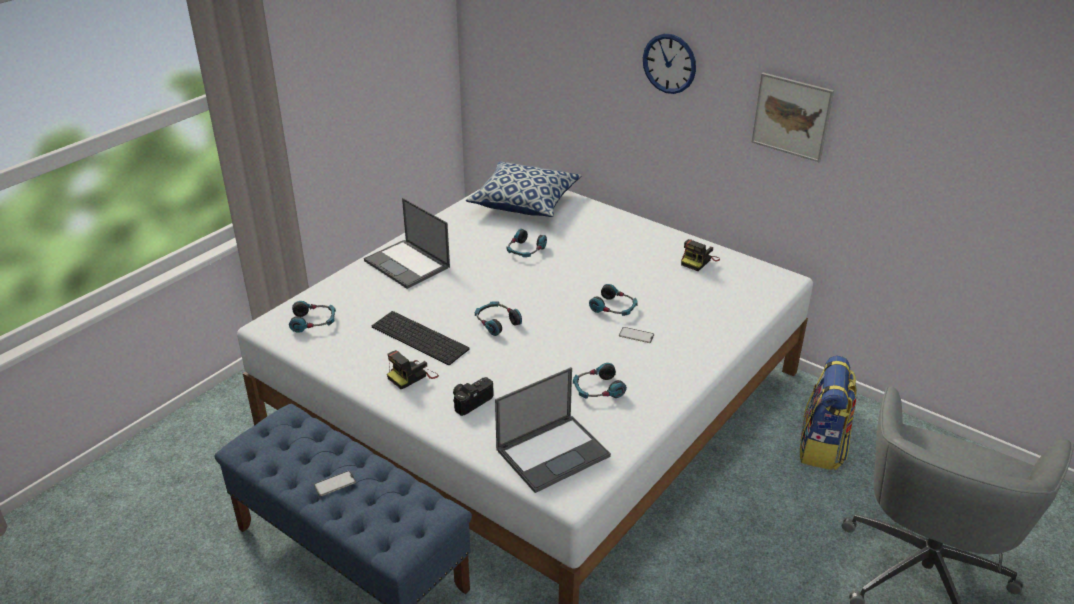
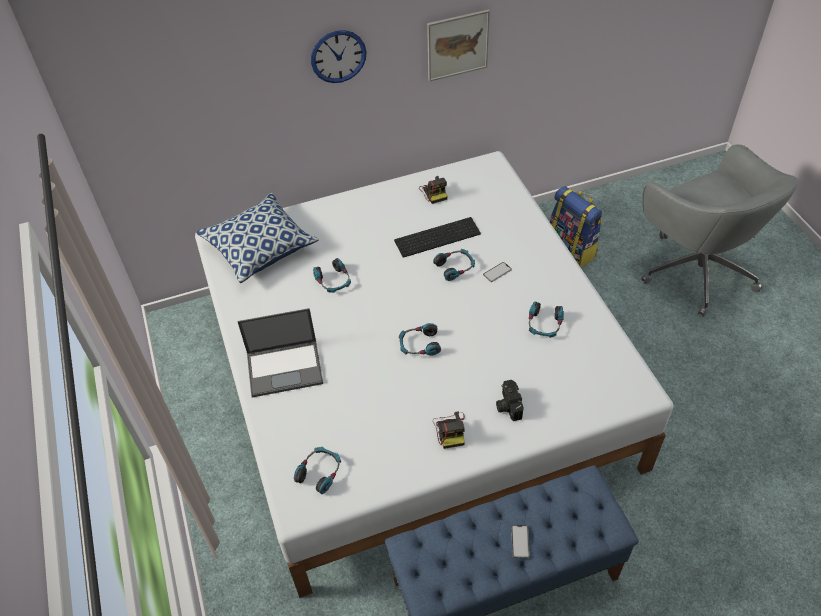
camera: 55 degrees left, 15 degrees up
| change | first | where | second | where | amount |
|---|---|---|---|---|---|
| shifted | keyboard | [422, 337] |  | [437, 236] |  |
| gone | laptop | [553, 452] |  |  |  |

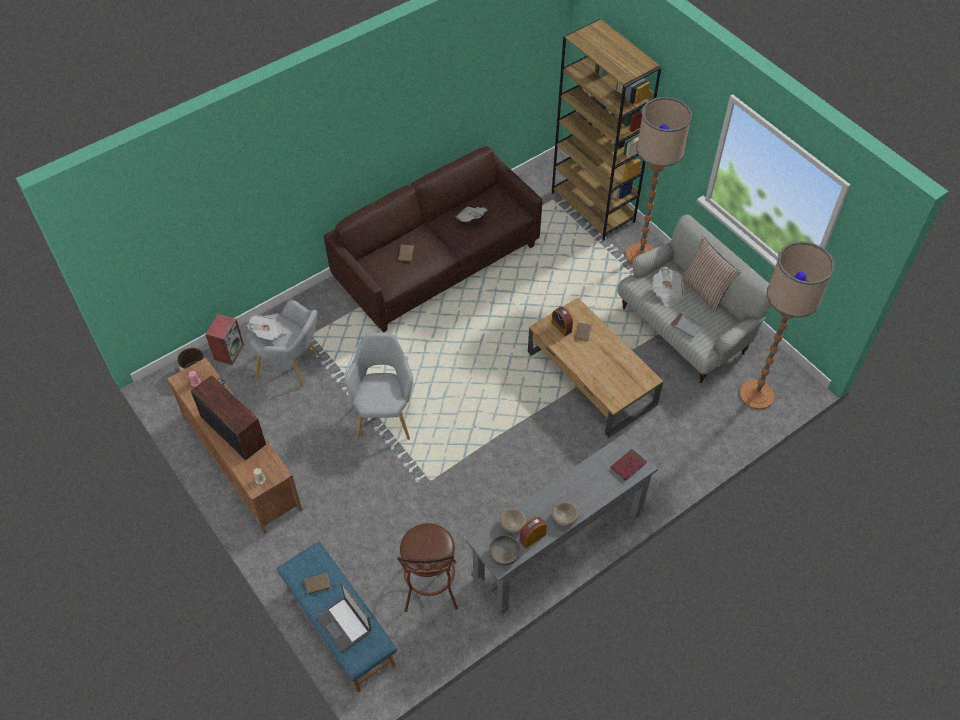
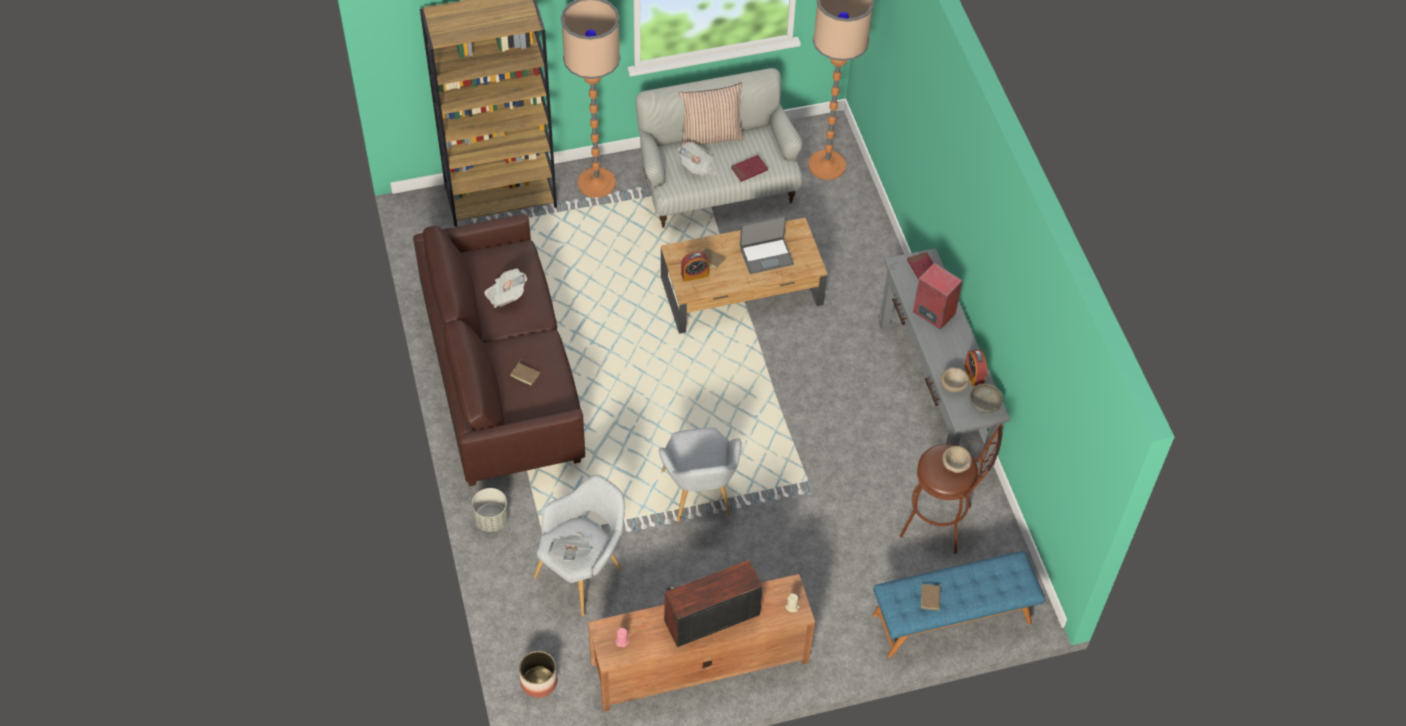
camera: 70 degrees left, 0 degrees up
| change | first | where | second | where | amount |
|---|---|---|---|---|---|
| repainted | grey book | [686, 326] | red book | [749, 169] |  |
| shifted | speaker | [229, 351] |  | [933, 312] |  |
| rotated | grey armchair | [384, 414] |  | [699, 497] | 120 degrees counterclockwise |
| shifted | beige bowl | [564, 517] |  | [955, 465] |  |
| shifted | laptop | [344, 624] |  | [766, 255] |  |
| new |  |  | grey planter | [491, 519] |  |

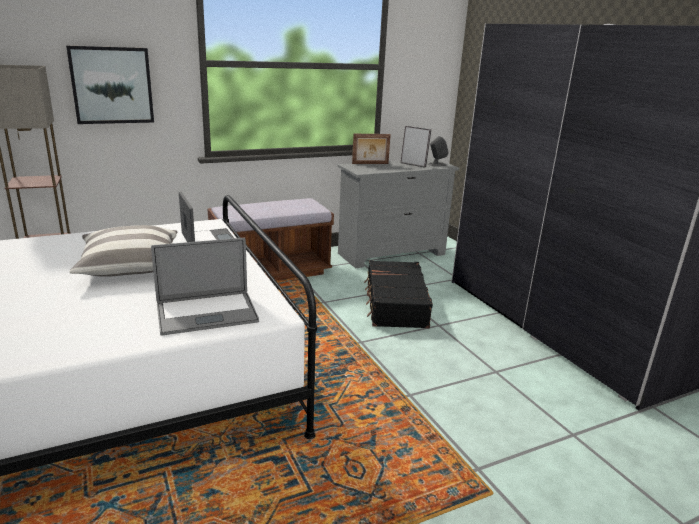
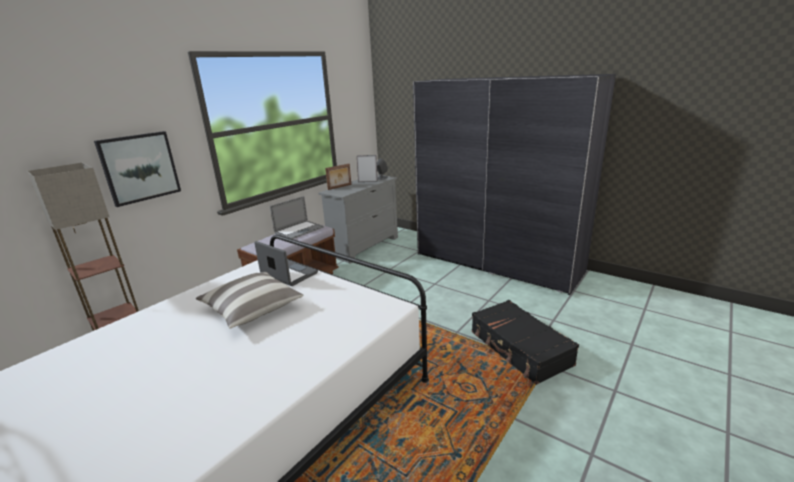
camera: 25 degrees left, 0 degrees up
| change | first | where | second | where | amount |
|---|---|---|---|---|---|
| shifted | laptop | [207, 313] |  | [299, 230] |  |
| shifted | black suitcase | [395, 304] |  | [519, 348] |  |

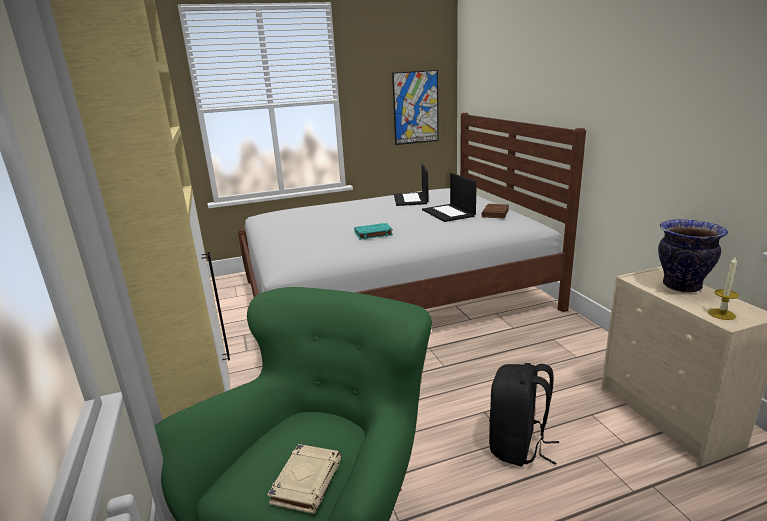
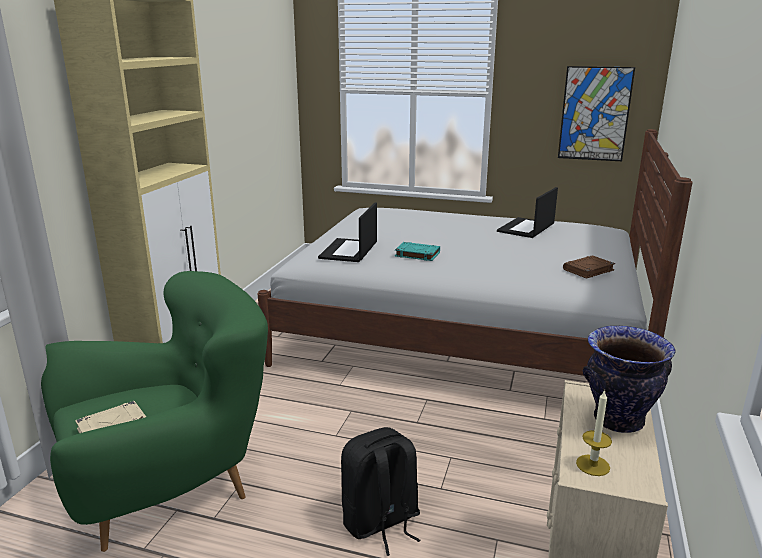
camera: 35 degrees right, 0 degrees up
| change | first | where | second | where | amount |
|---|---|---|---|---|---|
| shifted | laptop | [449, 213] |  | [349, 251] |  |

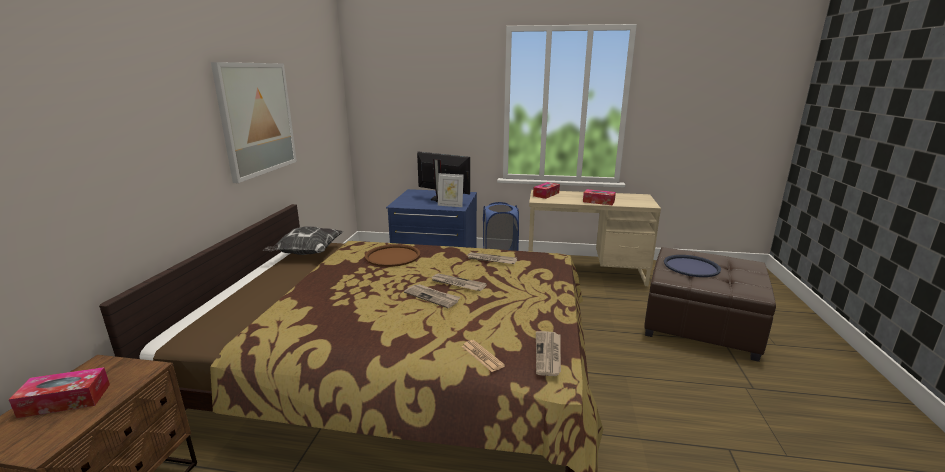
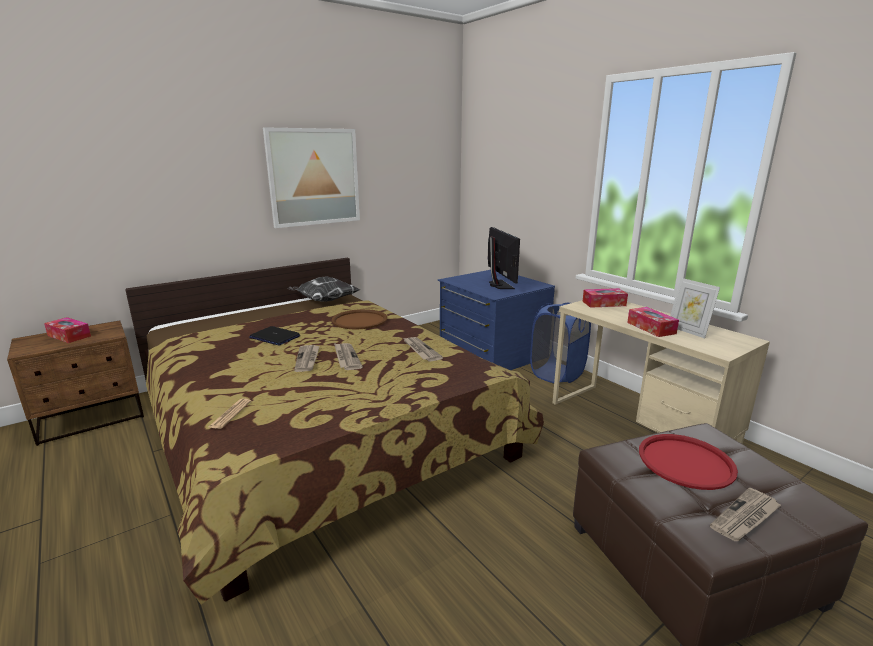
camera: 45 degrees right, 0 degrees up
| change | first | where | second | where | amount |
|---|---|---|---|---|---|
| shifted | picture frame | [450, 205] |  | [688, 331] |  |
| repainted | blue tray | [691, 267] | red tray | [685, 462] |  |
| shifted | newspaper | [548, 354] |  | [745, 517] |  |
| new |  |  | laptop | [274, 337] |  |

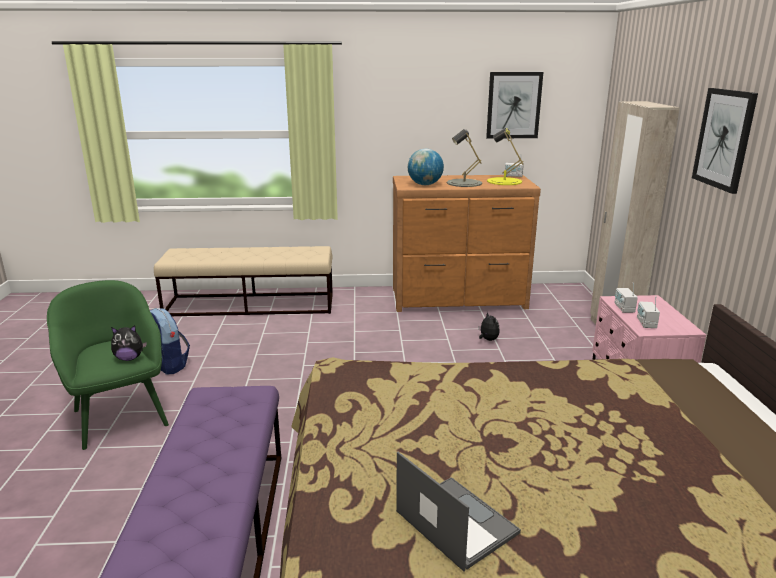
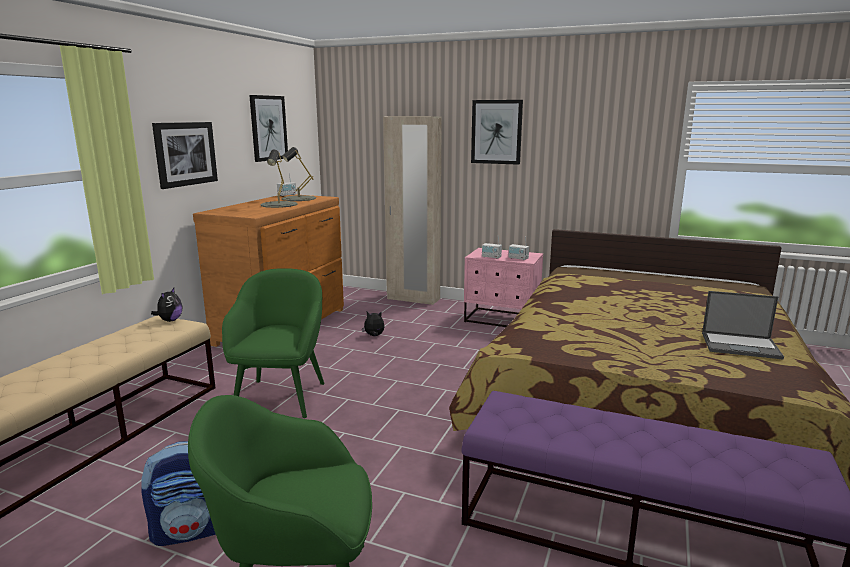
camera: 65 degrees left, 5 degrees down
| change | first | where | second | where | amount |
|---|---|---|---|---|---|
| repainted | yellow table lamp | [504, 181] | grey table lamp | [299, 198] |  |
| gone | globe | [425, 185] |  |  |  |
| shifted | plush toy | [129, 358] |  | [170, 320] |  |
| rotated | laptop | [455, 521] |  | [741, 345] | 150 degrees counterclockwise |
| new |  |  | picture | [185, 154] |  |
| new |  |  | green armchair | [281, 397] |  |

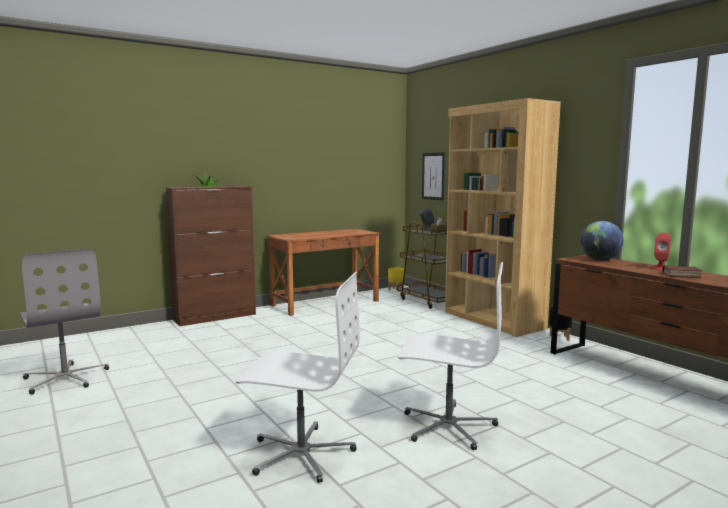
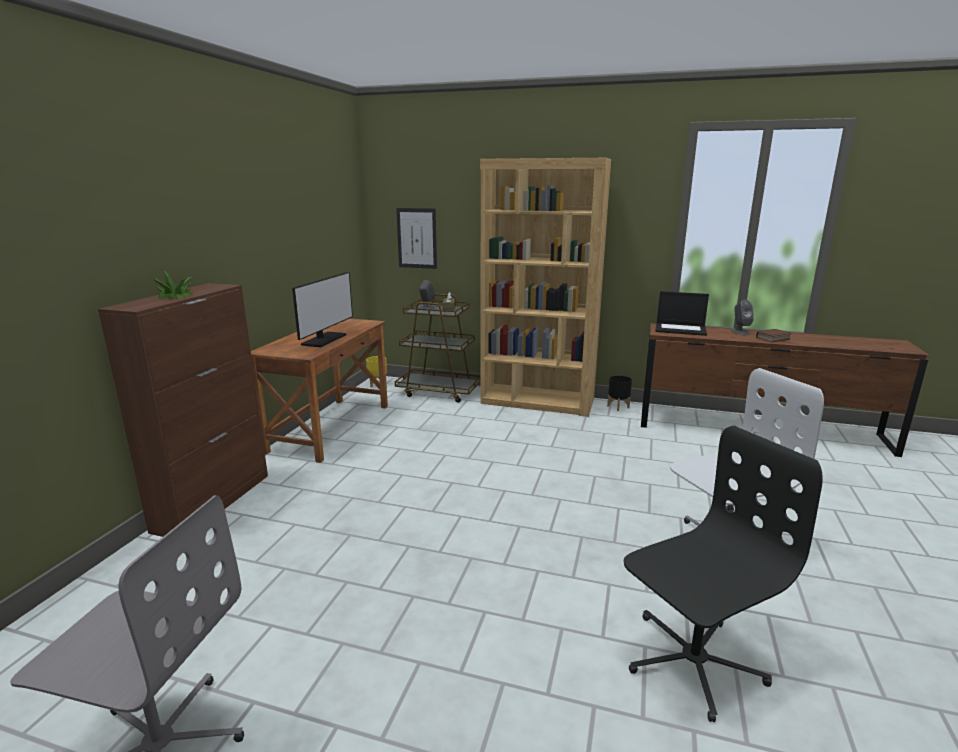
camera: 40 degrees left, 10 degrees up
| change | first | where | second | where | amount |
|---|---|---|---|---|---|
| swapped | globe | [600, 260] | laptop | [681, 329] |  |
| repainted | red speaker | [660, 268] | grey speaker | [740, 332] |  |
| repainted | white office chair | [301, 453] | black office chair | [692, 661] |  |
| new |  |  | monitor | [324, 340] |  |

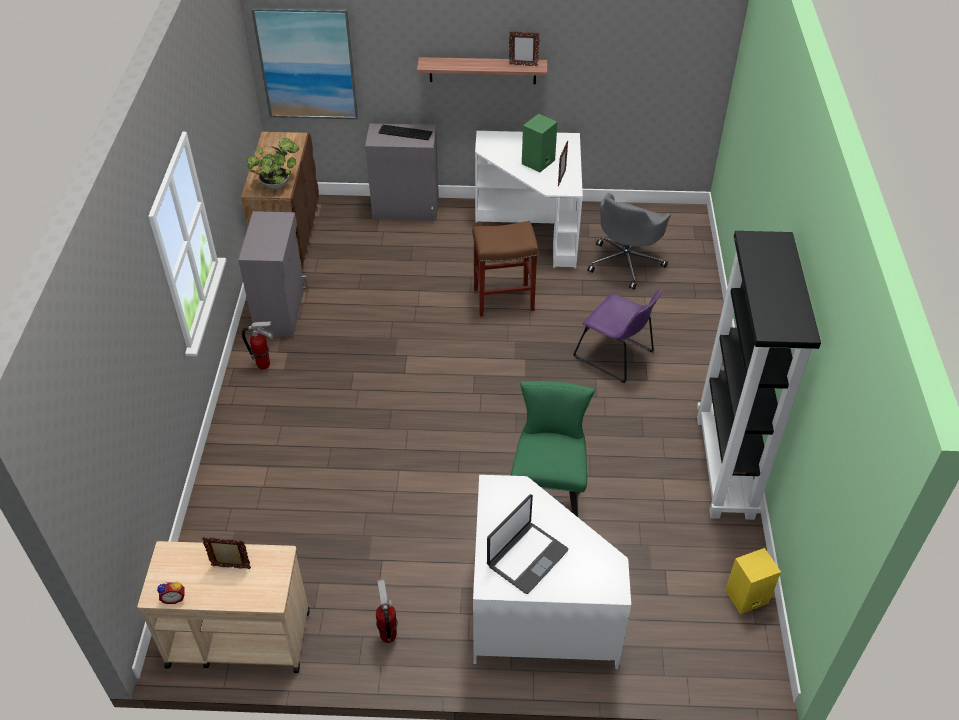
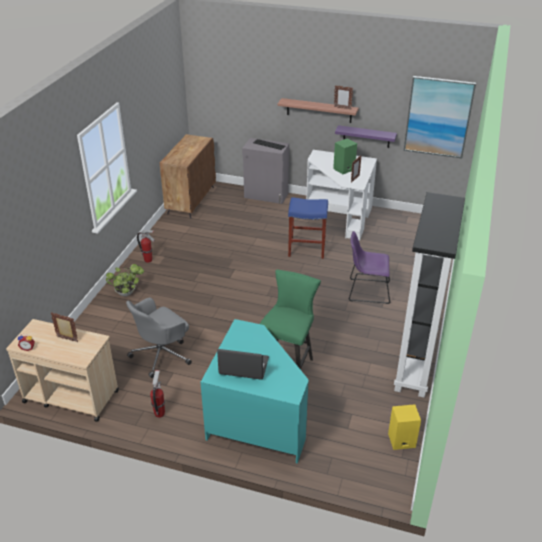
camera: 15 degrees right, 10 degrees down
| change | first | where | second | where | amount |
|---|---|---|---|---|---|
| shifted | picture | [307, 64] |  | [438, 117] |  |
| shifted | potted plant | [277, 184] |  | [127, 293] |  |
| shifted | grey office chair | [626, 262] |  | [162, 355] |  |
| gone | grey cabinet | [281, 310] |  |  |  |
| repainted | brown stool | [502, 300] | blue stool | [306, 250] |  |
| rotated | purple chair | [616, 356] |  | [366, 291] | 135 degrees clockwise |
| repainted | white desk | [535, 613] | turquoise desk | [256, 421] |  |
| rotated | laptop | [526, 557] |  | [243, 367] | 135 degrees counterclockwise |
| new |  |  | purple shelf | [366, 136] |  |

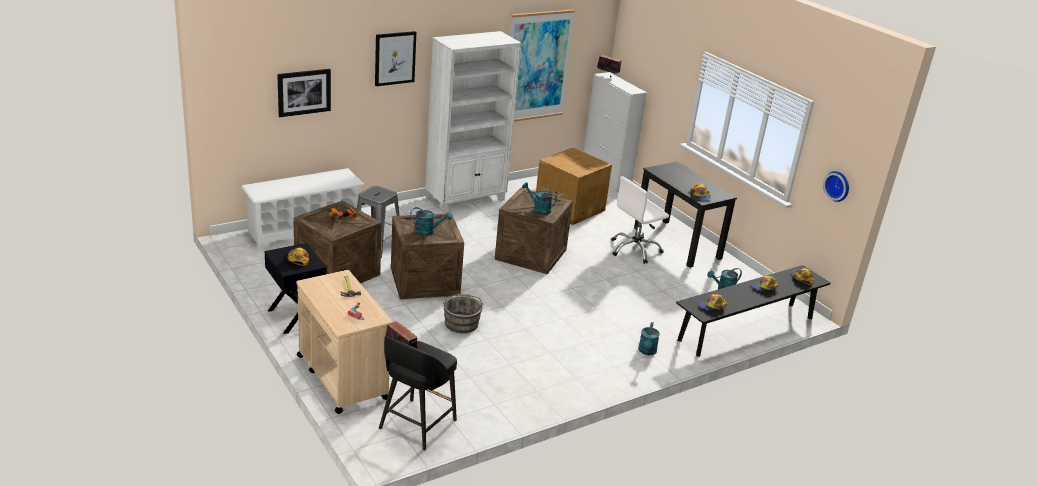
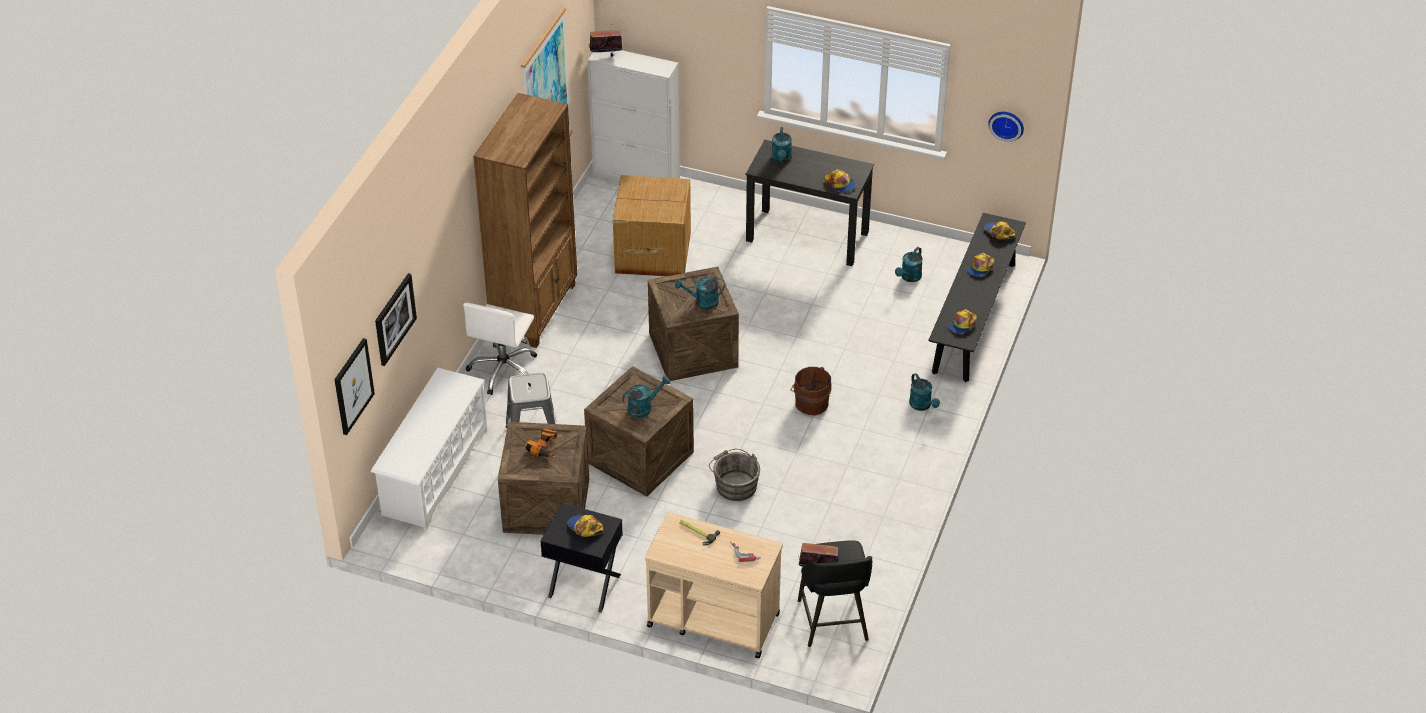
camera: 35 degrees left, 15 degrees up
| change | first | where | second | where | amount |
|---|---|---|---|---|---|
| shifted | picture | [395, 58] |  | [353, 386] |  |
| repainted | white bookcase | [466, 199] | brown bookcase | [535, 310] |  |
| shifted | white office chair | [635, 250] |  | [504, 370] |  |
| new |  |  | turquoise watering can | [781, 159] |  |
| new |  |  | brown bucket | [810, 403] |  |

